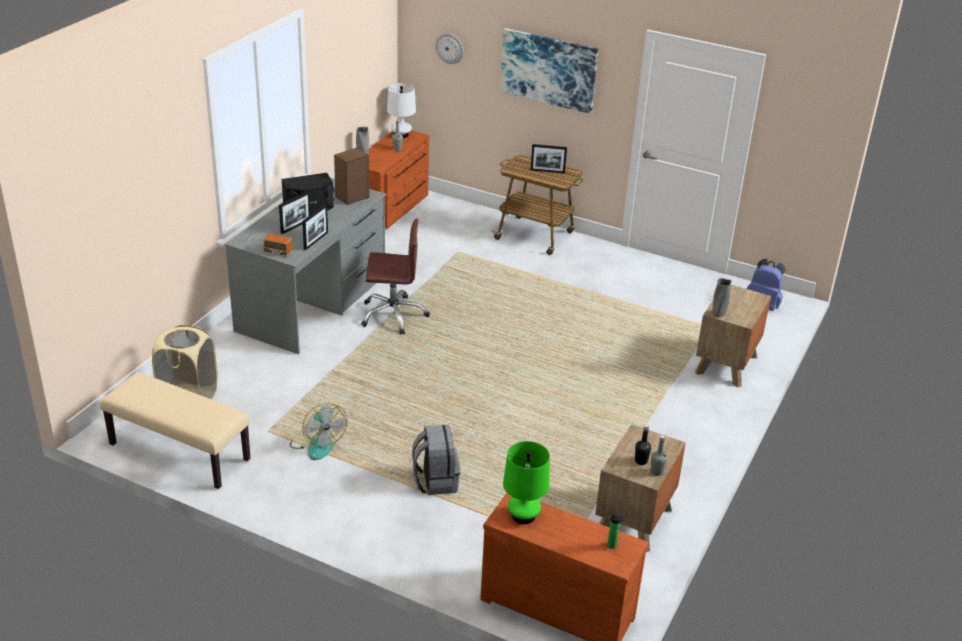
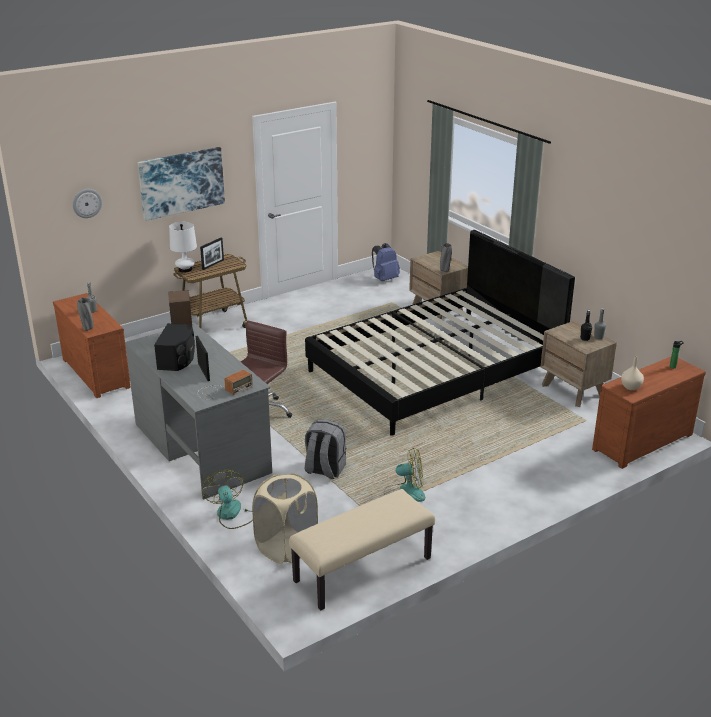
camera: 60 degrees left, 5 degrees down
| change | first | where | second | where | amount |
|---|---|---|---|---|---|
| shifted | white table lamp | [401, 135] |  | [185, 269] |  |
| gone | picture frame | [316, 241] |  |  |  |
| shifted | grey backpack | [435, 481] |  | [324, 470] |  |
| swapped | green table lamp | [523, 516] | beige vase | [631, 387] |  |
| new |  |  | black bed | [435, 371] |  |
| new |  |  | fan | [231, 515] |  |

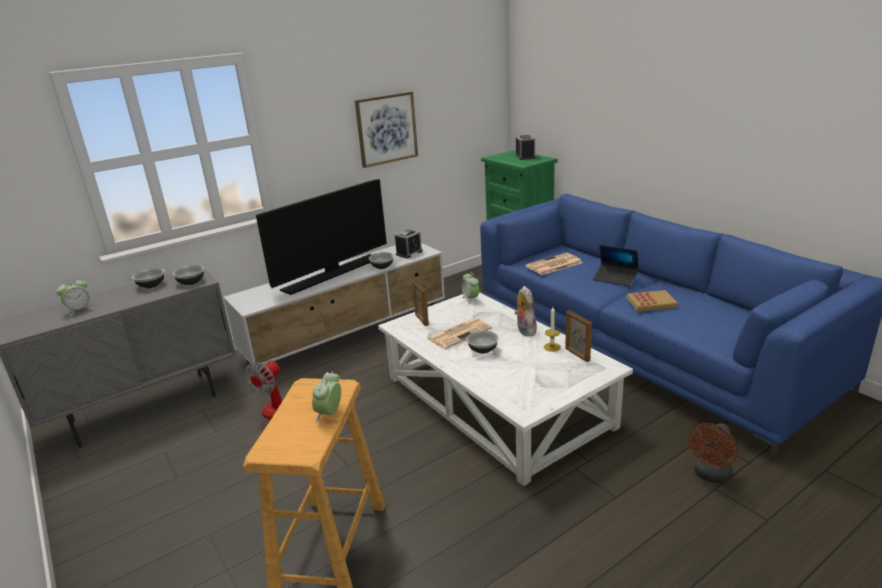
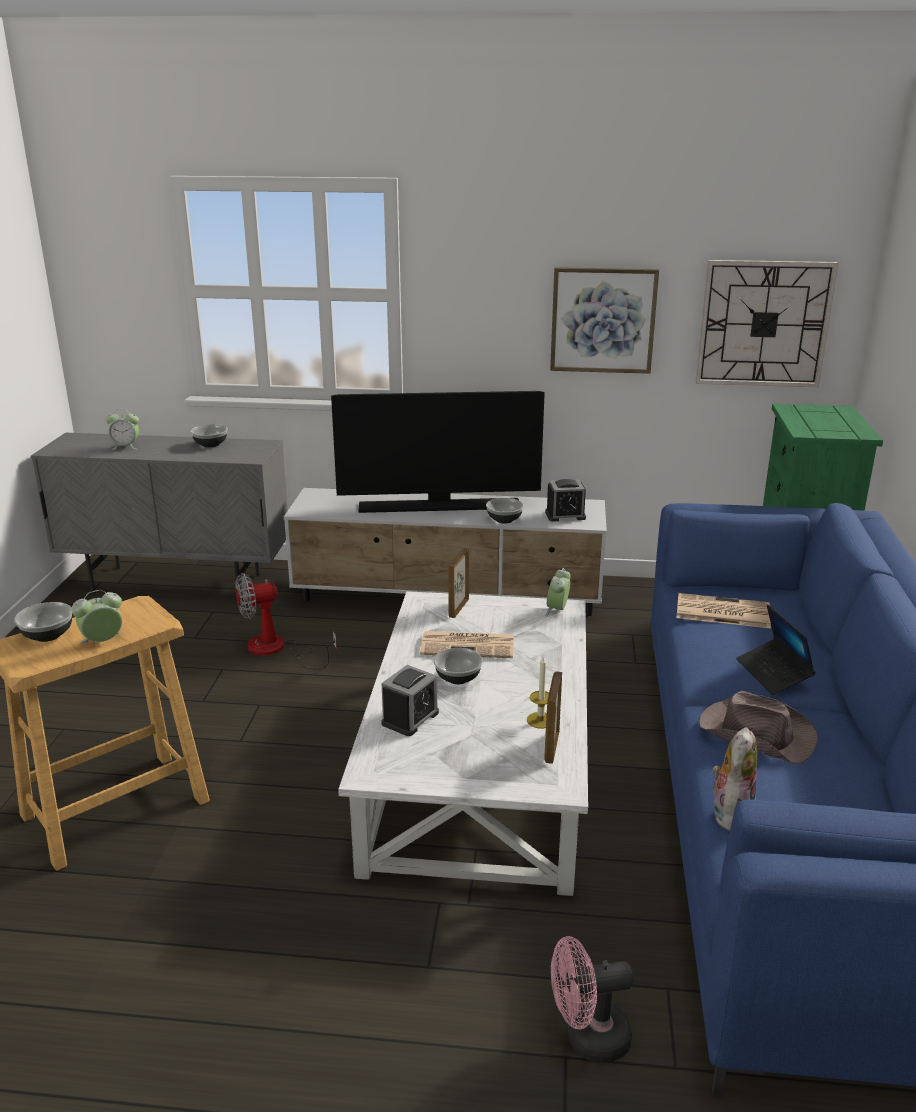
camera: 40 degrees right, 0 degrees up
| change | first | where | second | where | amount |
|---|---|---|---|---|---|
| shifted | alarm clock | [525, 157] |  | [410, 718] |  |
| shifted | bowl | [190, 282] |  | [47, 635] |  |
| shifted | plush toy | [524, 330] |  | [730, 812] |  |
| swapped | book | [651, 303] | brown hat | [755, 733] |  |
| repainted | brown fan | [710, 476] | pink fan | [587, 1038] |  |
| new |  |  | wall clock | [763, 324] |  |

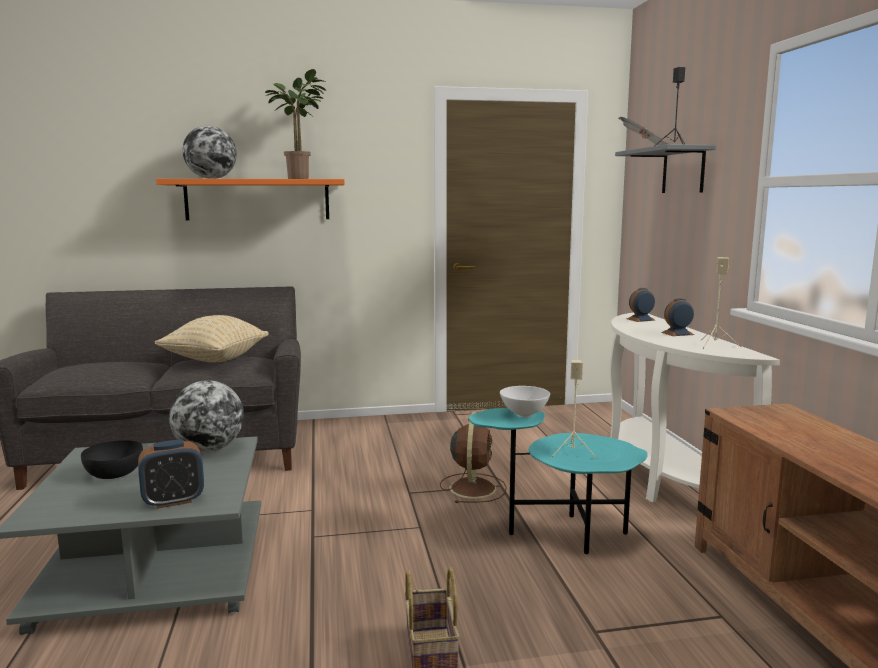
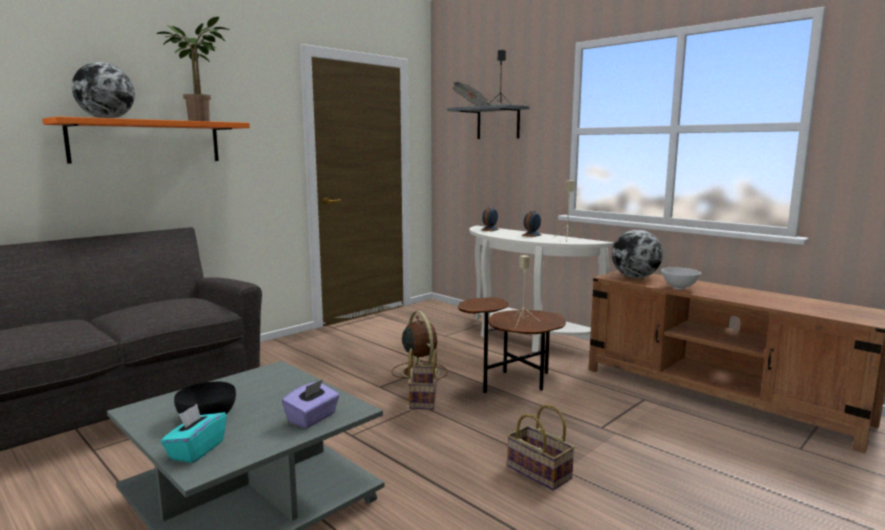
camera: 35 degrees left, 0 degrees up
| change | first | where | second | where | amount |
|---|---|---|---|---|---|
| gone | beige pillow | [215, 359] |  |  |  |
| shifted | globe | [209, 449] |  | [635, 277] |  |
| shifted | white bowl | [524, 415] |  | [679, 288] |  |
| repainted | turquoise side table | [561, 534] | brown side table | [513, 383] |  |
| swapped | alarm clock | [173, 501] | purple tissue box | [312, 418] |  |
| new |  |  | basket | [422, 399] |  |
| new |  |  | turquoise tissue box | [196, 450] |  |

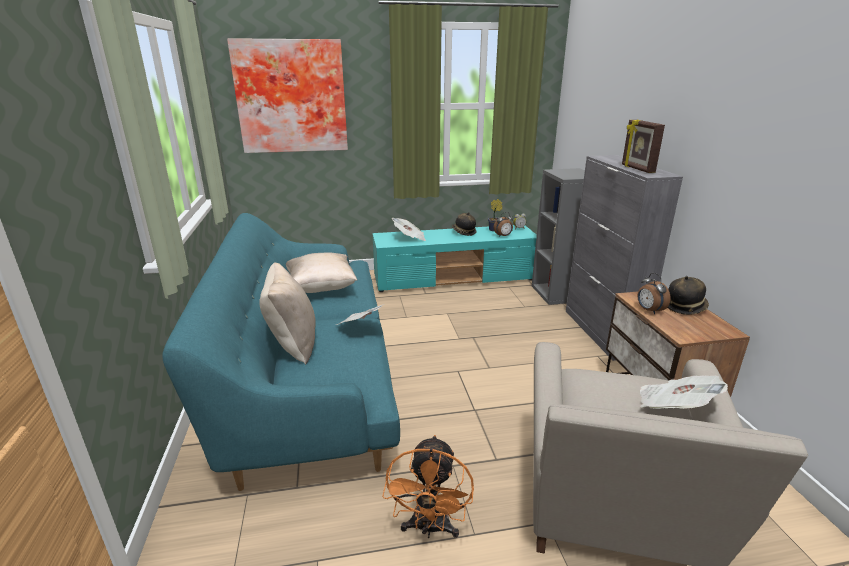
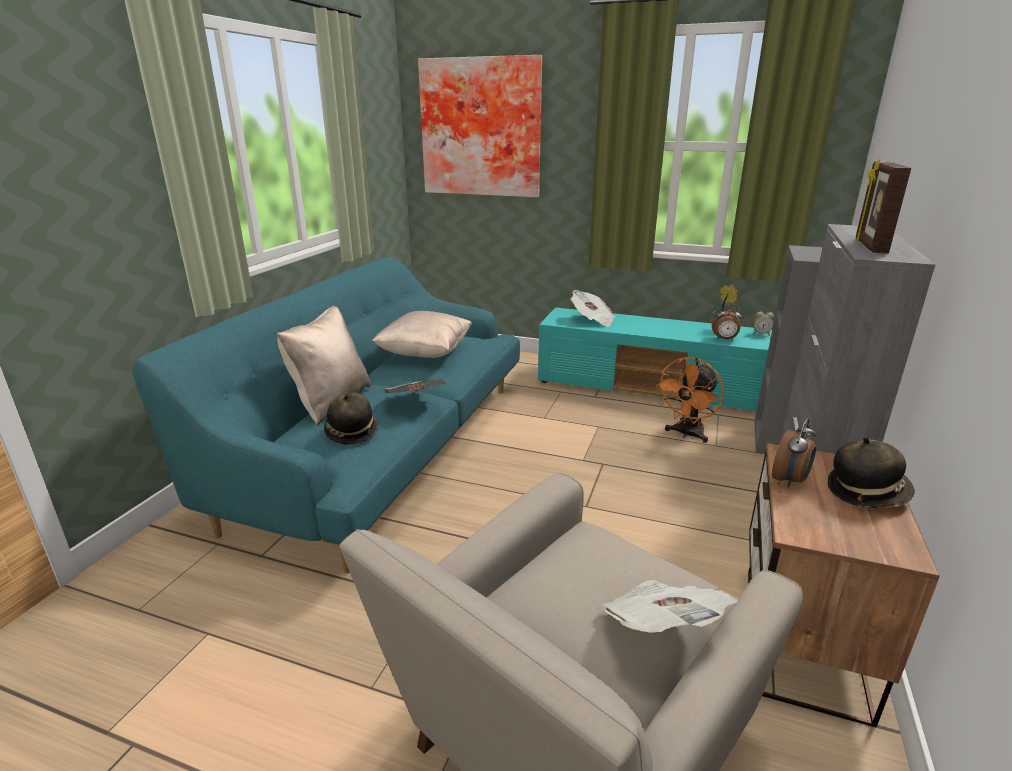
camera: 30 degrees right, 0 degrees up
| change | first | where | second | where | amount |
|---|---|---|---|---|---|
| shifted | hat | [463, 232] |  | [351, 432] |  |
| rotated | alarm clock | [649, 310] |  | [790, 480] | 150 degrees counterclockwise |
| shifted | orange fan | [430, 528] |  | [686, 434] |  |

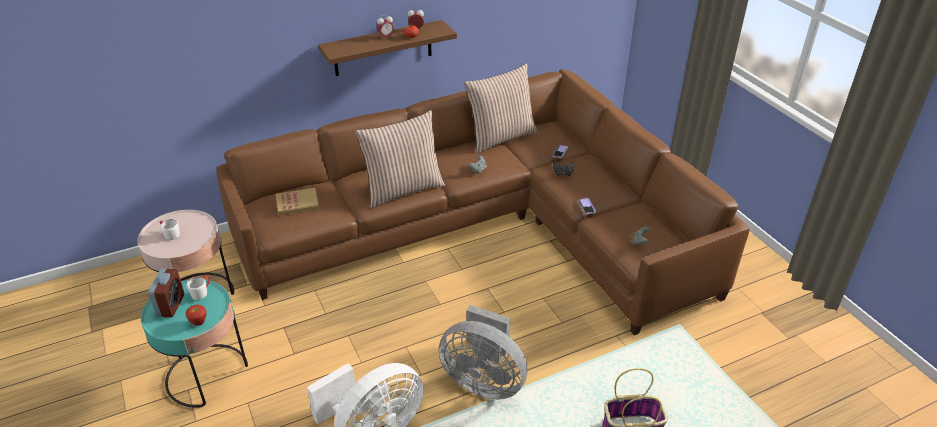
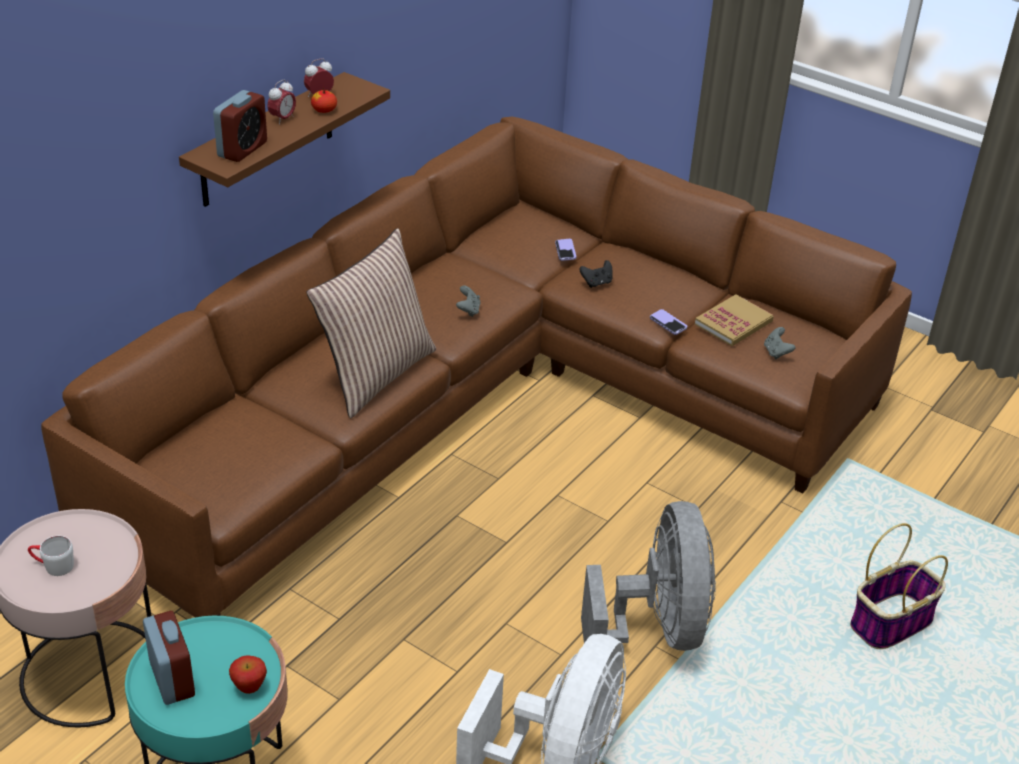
camera: 30 degrees left, 0 degrees up
| change | first | where | second | where | amount |
|---|---|---|---|---|---|
| gone | pillow | [501, 137] |  |  |  |
| shifted | book | [297, 203] |  | [733, 323] |  |
| gone | white mug | [202, 292] |  |  |  |
| rotated | grey fan | [483, 381] |  | [655, 630] | 90 degrees counterclockwise |
| new |  |  | alarm clock | [242, 149] |  |

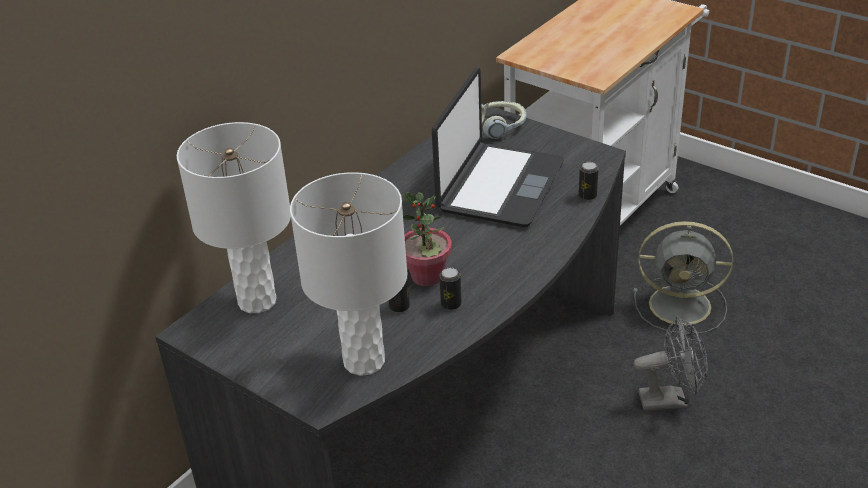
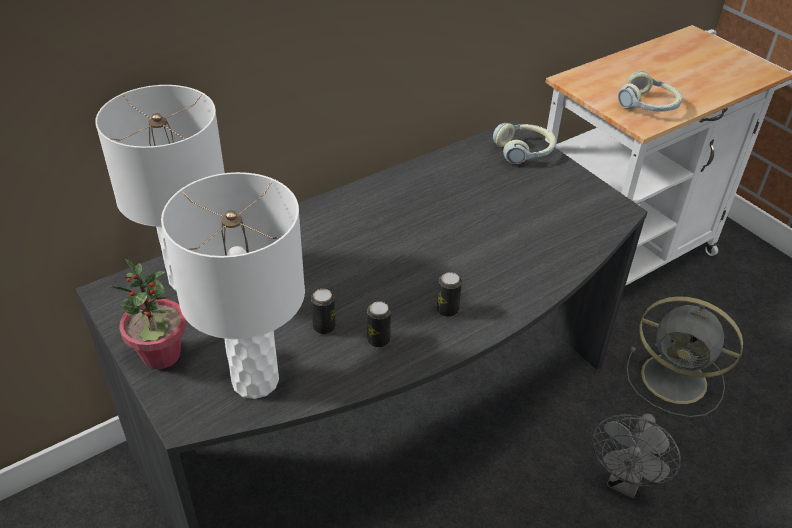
camera: 15 degrees right, 5 degrees up
| change | first | where | second | where | amount |
|---|---|---|---|---|---|
| gone | laptop | [499, 186] |  |  |  |
| shifted | can | [587, 196] |  | [447, 310] |  |
| shifted | potted plant | [427, 276] |  | [161, 355] |  |
| rotated | grey fan | [670, 399] |  | [625, 482] | 105 degrees clockwise |
| new |  |  | headphones | [648, 105] |  |

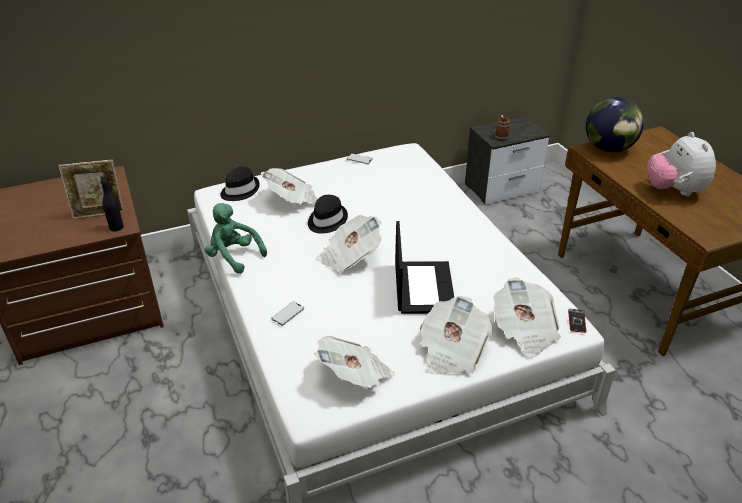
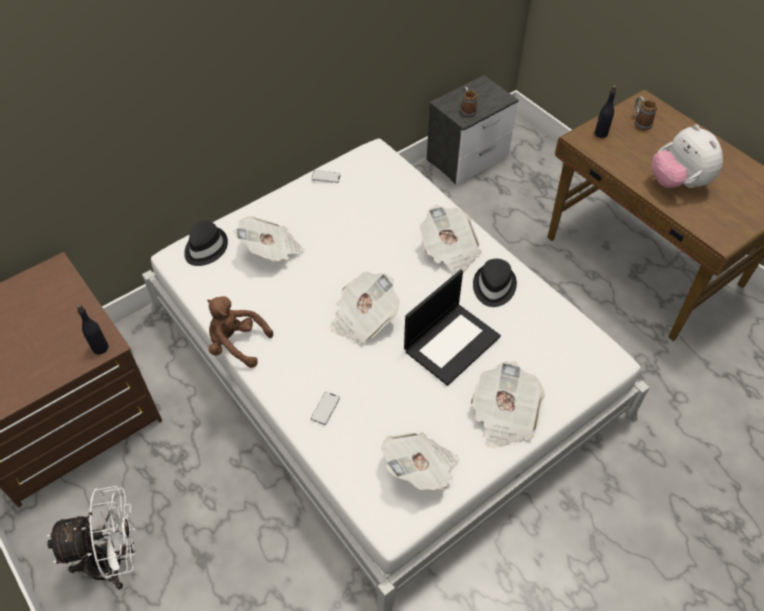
camera: 15 degrees left, 15 degrees up
| change | first | where | second | where | amount |
|---|---|---|---|---|---|
| swapped | globe | [608, 149] | black bottle | [600, 134] |  |
| gone | picture frame | [99, 214] |  |  |  |
| shifted | black hat | [326, 220] |  | [493, 287] |  |
| repainted | green plush toy | [233, 256] | brown plush toy | [236, 344] |  |
| rotated | laptop | [423, 287] |  | [452, 342] | 60 degrees clockwise |
| shifted | newspaper | [524, 331] |  | [449, 251] |  |
| gone | phone | [576, 321] |  |  |  |
| new |  |  | mug | [640, 122] |  |
| new |  |  | white fan | [115, 561] |  |

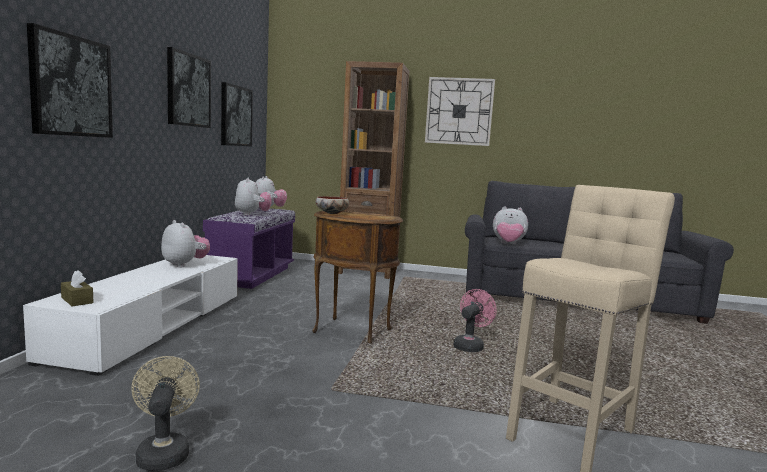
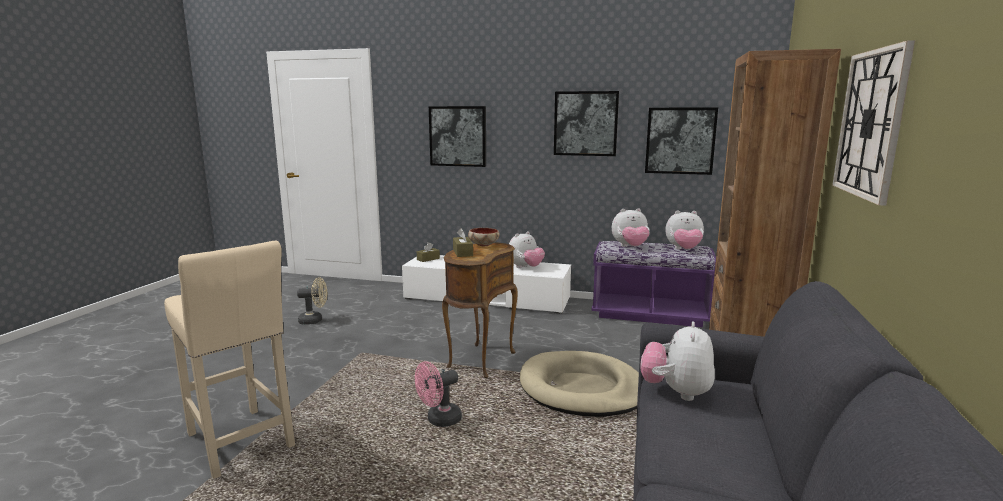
camera: 95 degrees right, 5 degrees up
| change | first | where | second | where | amount |
|---|---|---|---|---|---|
| rotated | pink fan | [470, 346] |  | [439, 420] | 105 degrees clockwise |
| new |  |  | brown tissue box | [462, 253] |  |
| new |  |  | beige dog bed | [582, 389] |  |

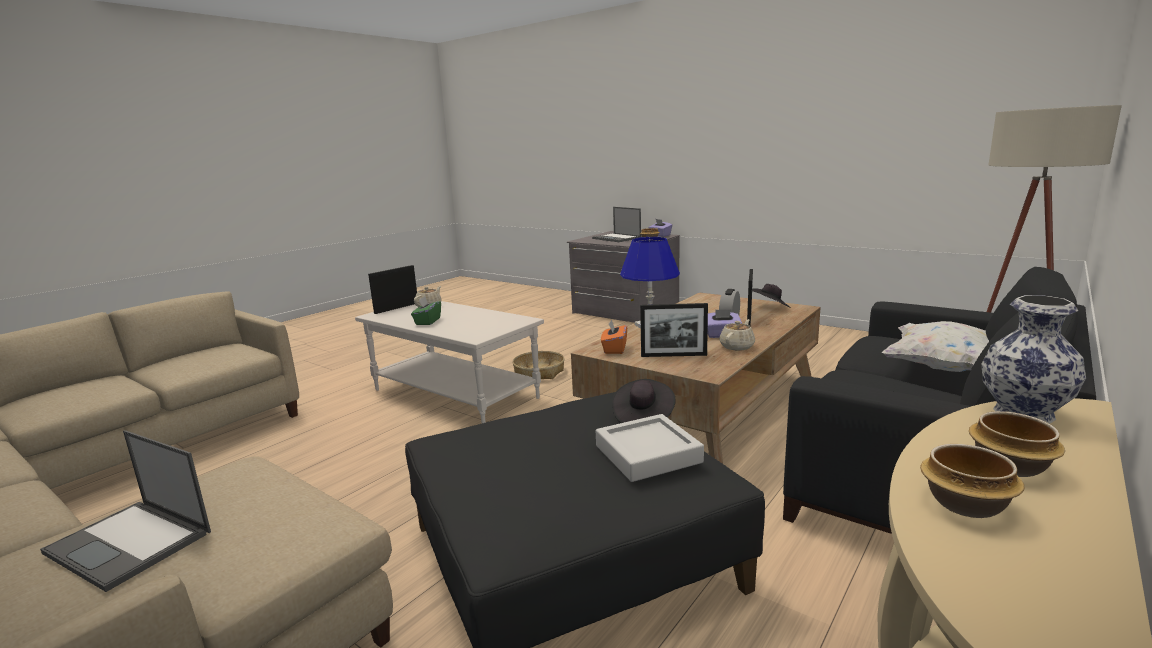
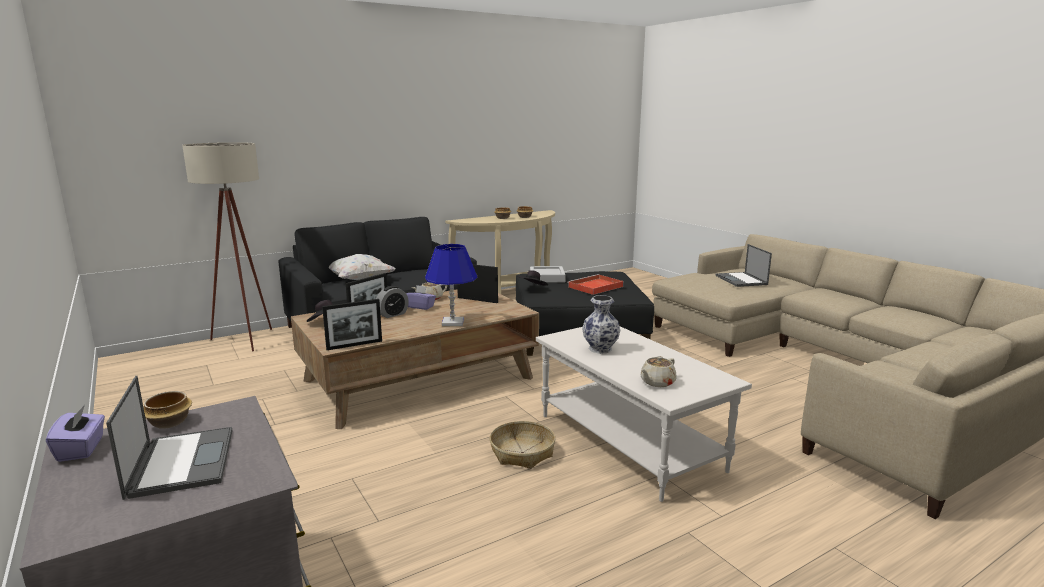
camera: 160 degrees left, 0 degrees up
| change | first | where | second | where | amount |
|---|---|---|---|---|---|
| shifted | picture frame | [396, 308] |  | [354, 345] |  |
| shifted | vase | [1025, 414] |  | [599, 349] |  |
| gone | green tissue box | [427, 321] |  |  |  |
| gone | orange tissue box | [614, 349] |  |  |  |
| rotated | laptop | [130, 543] |  | [741, 280] | 150 degrees counterclockwise |
| new |  |  | red tray | [595, 287] |  |

